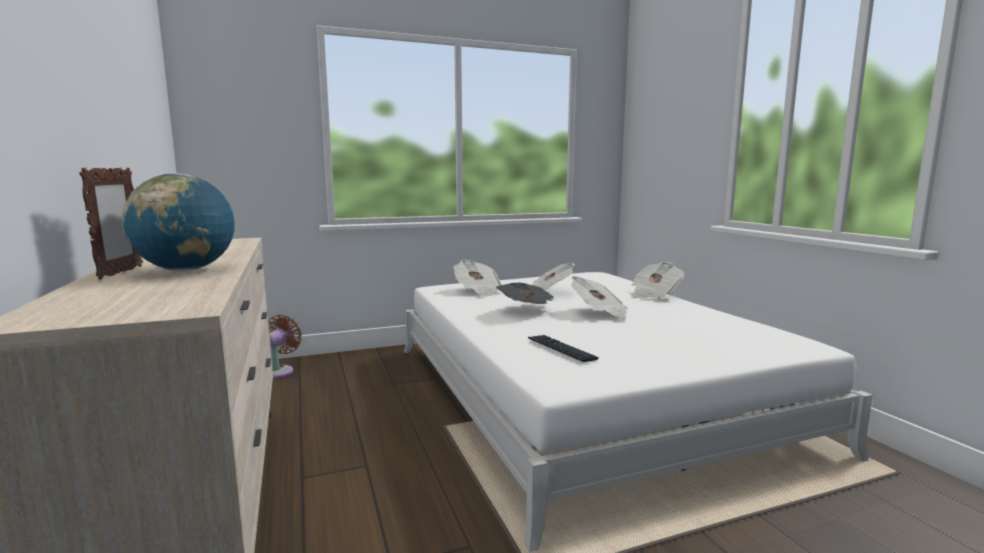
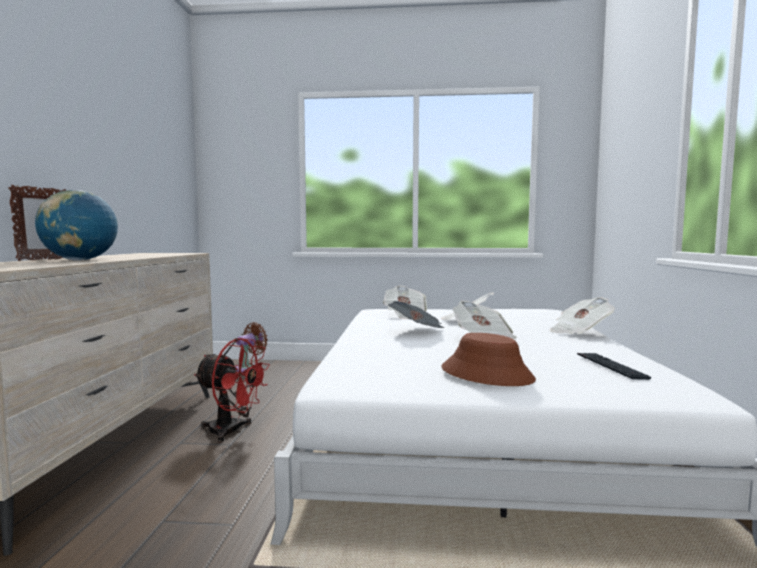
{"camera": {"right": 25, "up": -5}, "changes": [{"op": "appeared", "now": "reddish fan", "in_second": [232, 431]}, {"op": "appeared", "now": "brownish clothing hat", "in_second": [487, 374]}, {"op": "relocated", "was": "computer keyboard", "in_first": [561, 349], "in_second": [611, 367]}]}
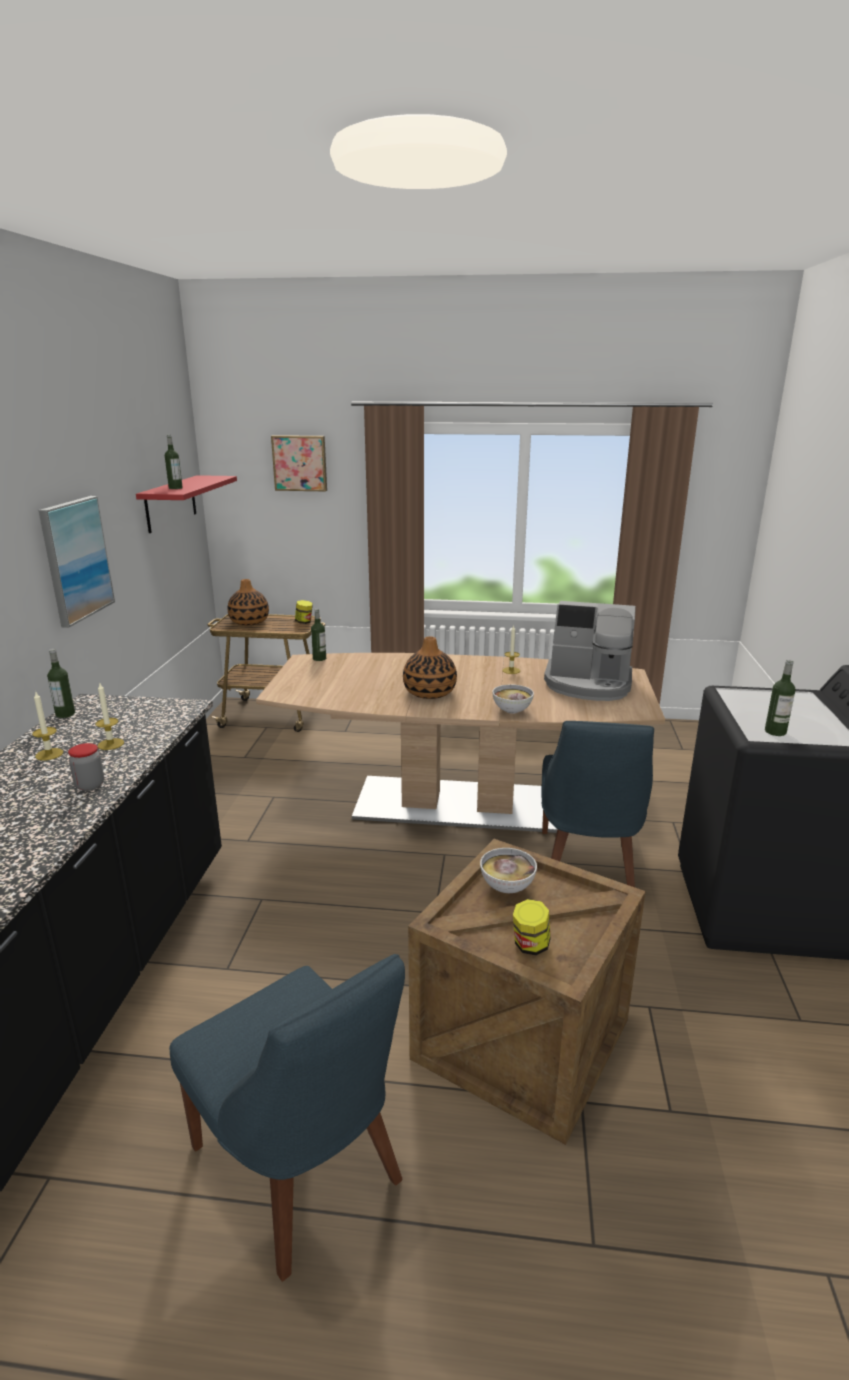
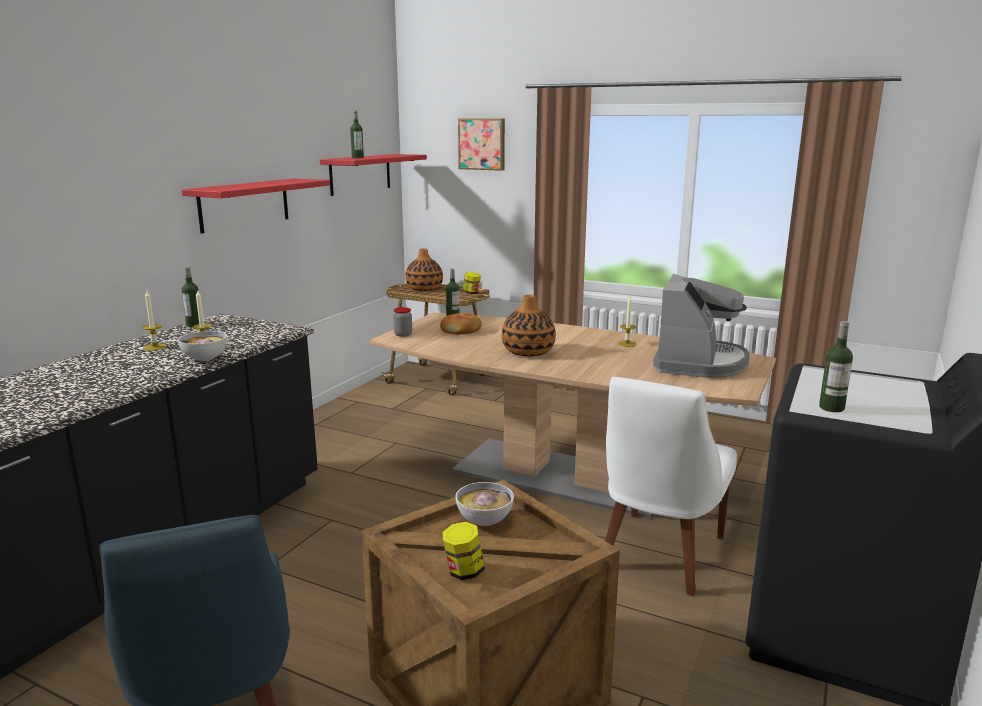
{"camera": {"right": 20, "up": -5}, "changes": [{"op": "appeared", "now": "bread", "in_second": [461, 330]}, {"op": "relocated", "was": "jar", "in_first": [90, 785], "in_second": [403, 334]}, {"op": "relocated", "was": "deep dish", "in_first": [511, 711], "in_second": [204, 359]}, {"op": "exchanged", "was": "picture", "now": "reddish shelf", "in_first": [76, 559], "in_second": [244, 204]}, {"op": "colour", "was": "blue-coloured chair", "now": "whitish chair", "in_first": [586, 868], "in_second": [658, 555]}, {"op": "spun", "was": "coffee machine", "in_first": [588, 684], "in_second": [698, 363], "clockwise": -105}]}
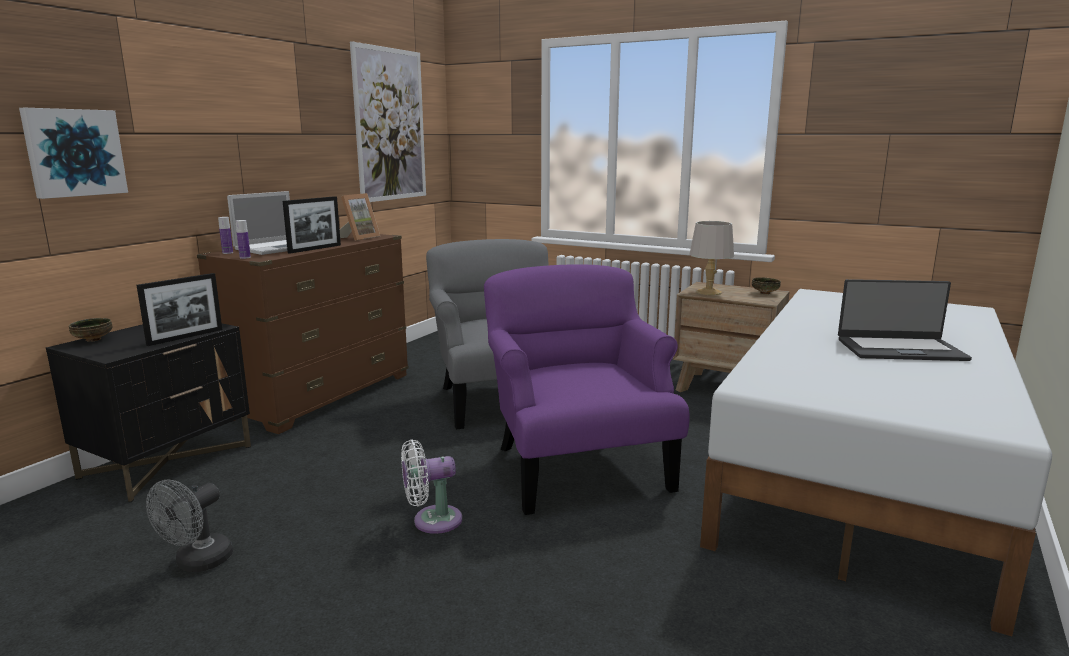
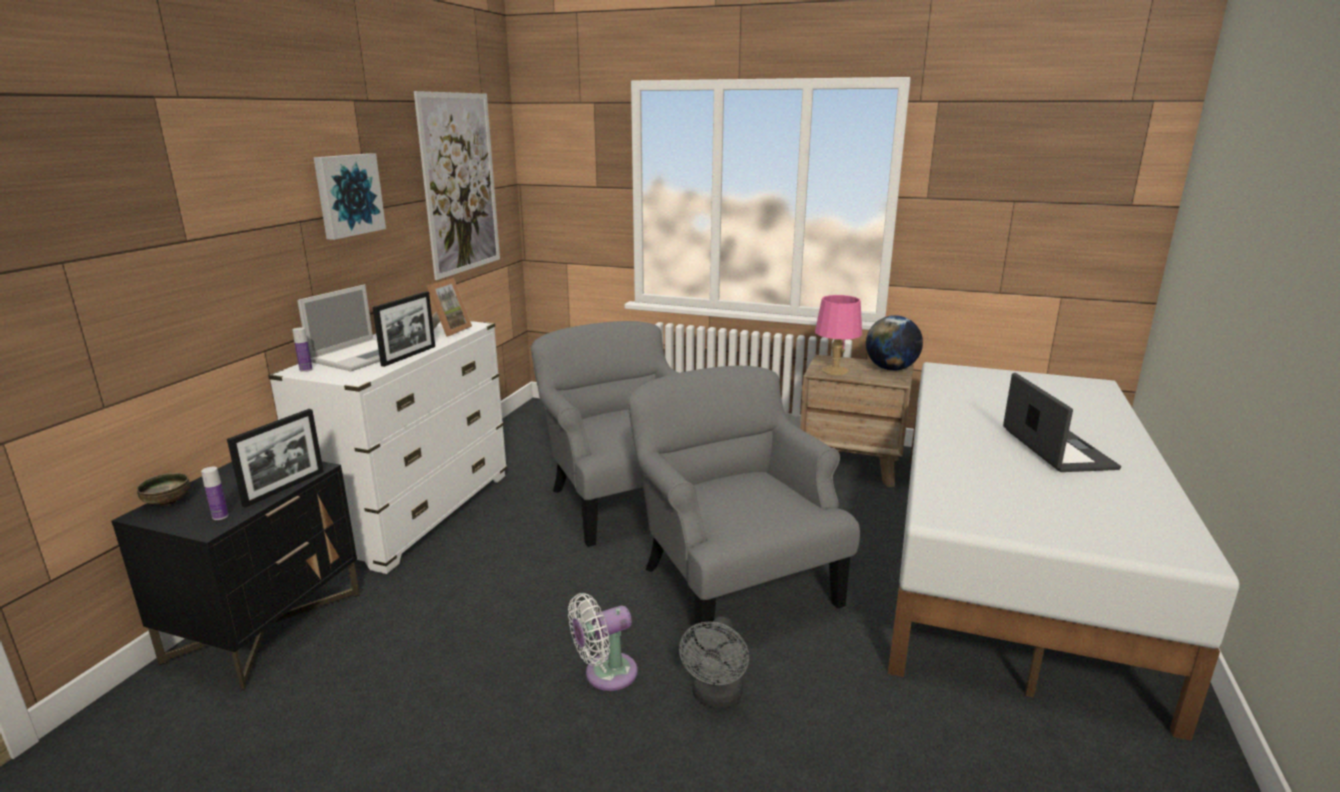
{"camera": {"right": -10, "up": 5}, "changes": [{"op": "relocated", "was": "picture", "in_first": [74, 152], "in_second": [348, 195]}, {"op": "relocated", "was": "gray fan", "in_first": [197, 563], "in_second": [716, 697]}, {"op": "relocated", "was": "drink bottle", "in_first": [245, 257], "in_second": [220, 516]}, {"op": "exchanged", "was": "deep dish", "now": "desk globe", "in_first": [764, 293], "in_second": [891, 369]}, {"op": "colour", "was": "brownish chest of drawers", "now": "whitish chest of drawers", "in_first": [322, 396], "in_second": [416, 513]}, {"op": "colour", "was": "purplish armchair", "now": "gray armchair", "in_first": [577, 466], "in_second": [733, 584]}, {"op": "colour", "was": "gray lamp for a table", "now": "pinkish lamp for a table", "in_first": [709, 292], "in_second": [835, 370]}, {"op": "spun", "was": "notebook computer", "in_first": [899, 349], "in_second": [1056, 449], "clockwise": -90}]}
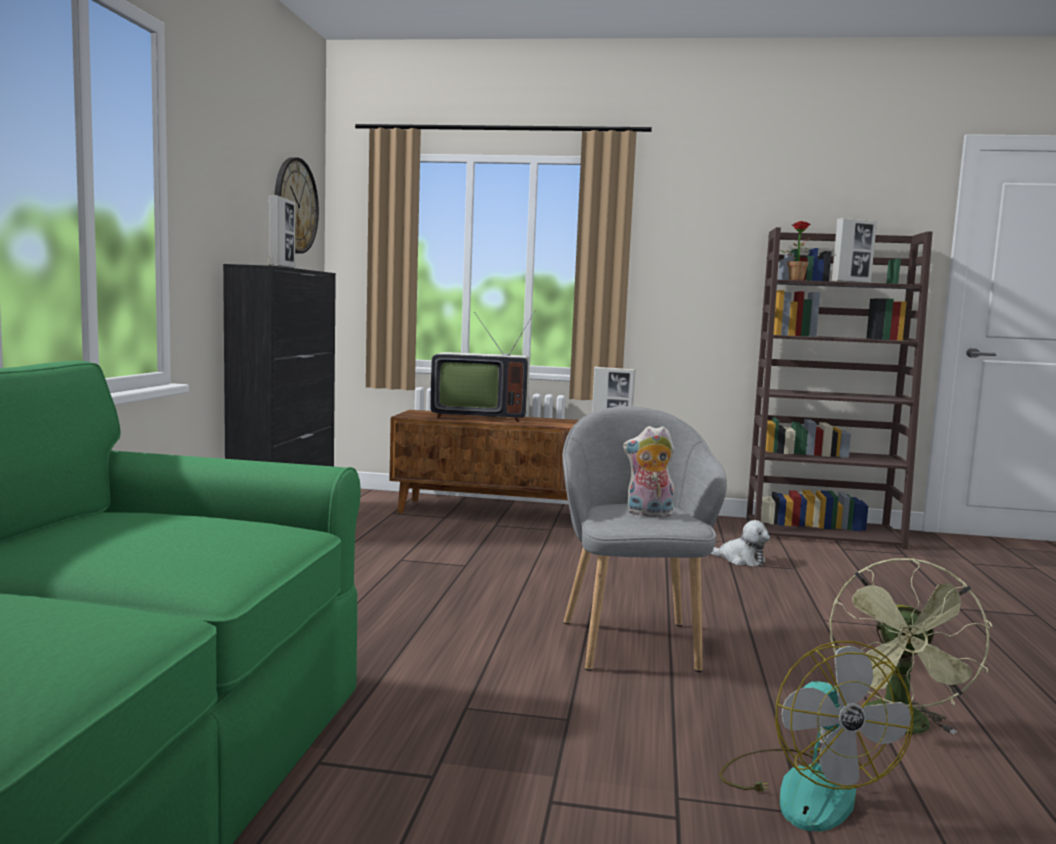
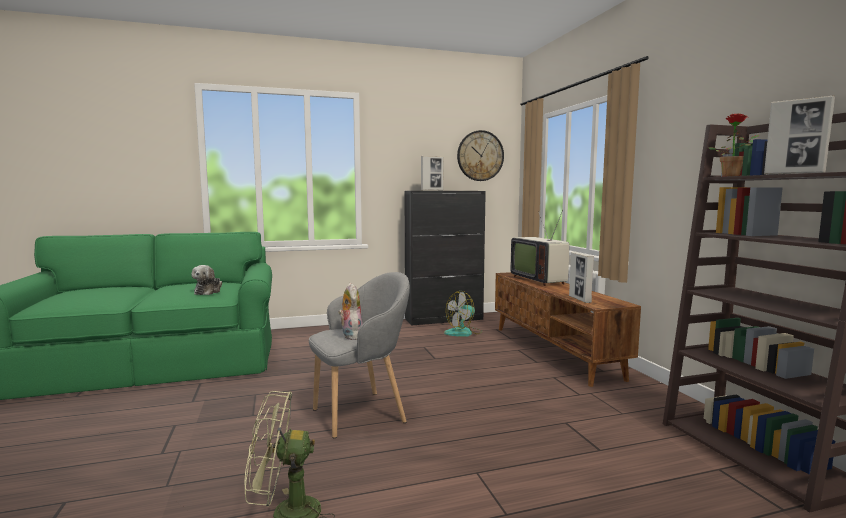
{"camera": {"right": 65, "up": 0}, "changes": [{"op": "relocated", "was": "plush toy", "in_first": [740, 560], "in_second": [208, 291]}, {"op": "relocated", "was": "fan", "in_first": [804, 788], "in_second": [463, 332]}]}
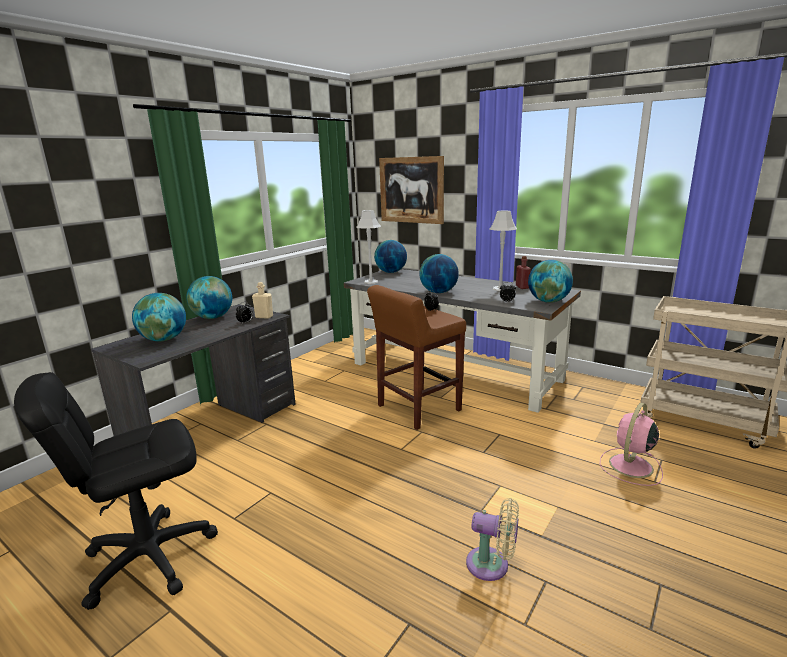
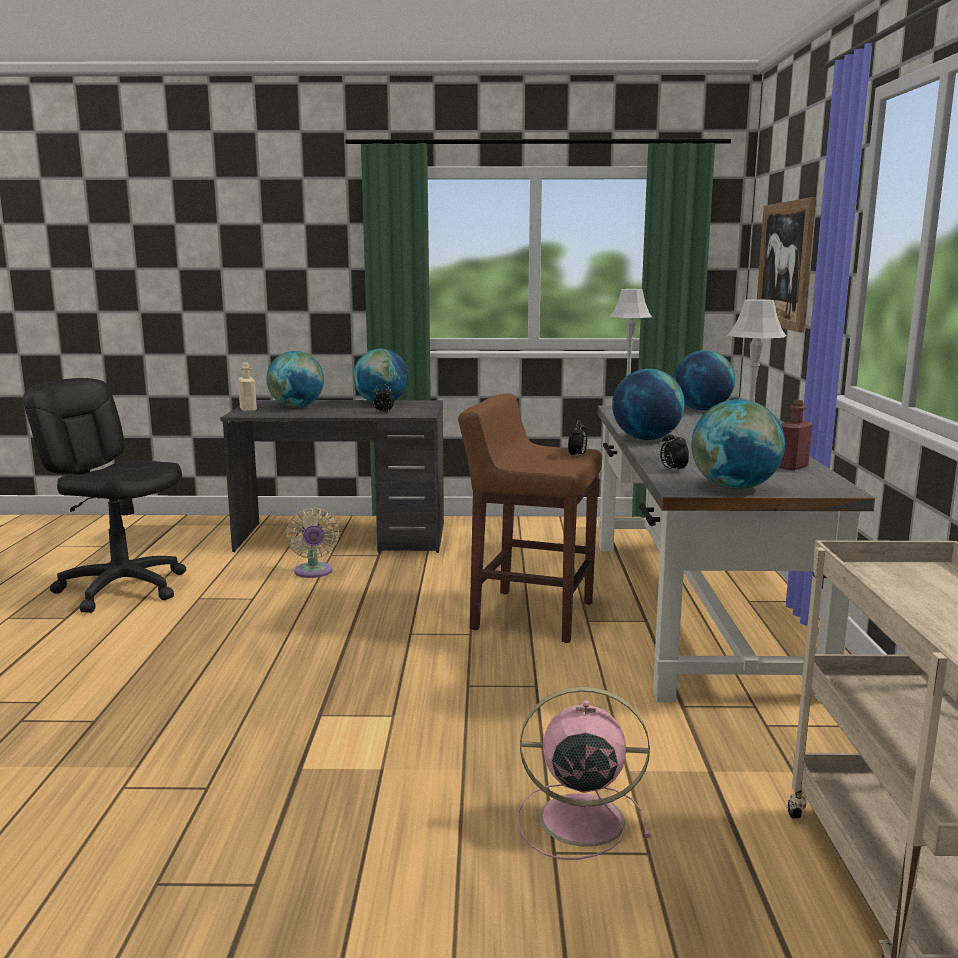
{"camera": {"right": 55, "up": -5}, "changes": [{"op": "relocated", "was": "sand-coloured drink bottle", "in_first": [264, 317], "in_second": [248, 410]}, {"op": "relocated", "was": "sand-coloured fan", "in_first": [492, 565], "in_second": [313, 572]}]}
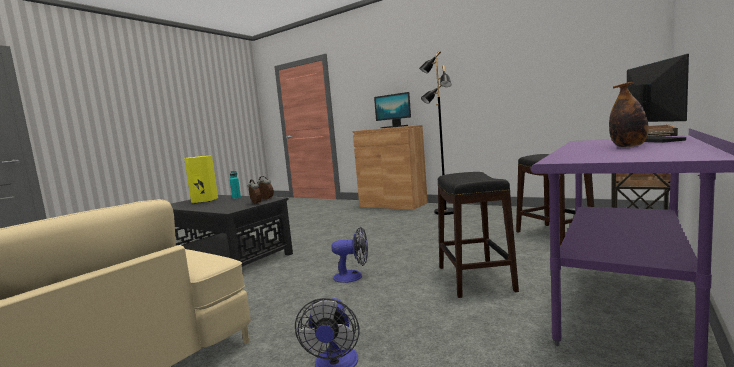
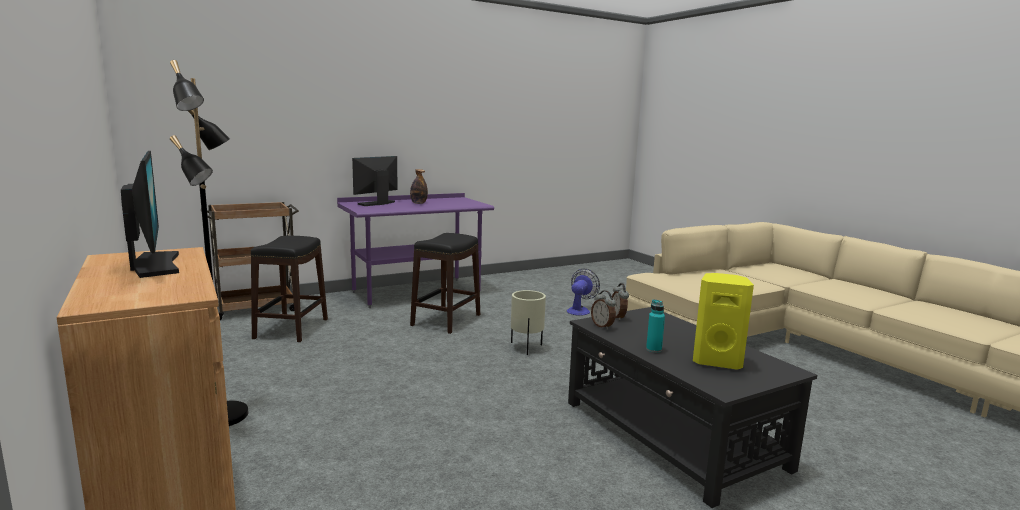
{"camera": {"right": -155, "up": 5}, "changes": [{"op": "exchanged", "was": "fan", "now": "sand-coloured plant pot", "in_first": [353, 276], "in_second": [526, 348]}]}
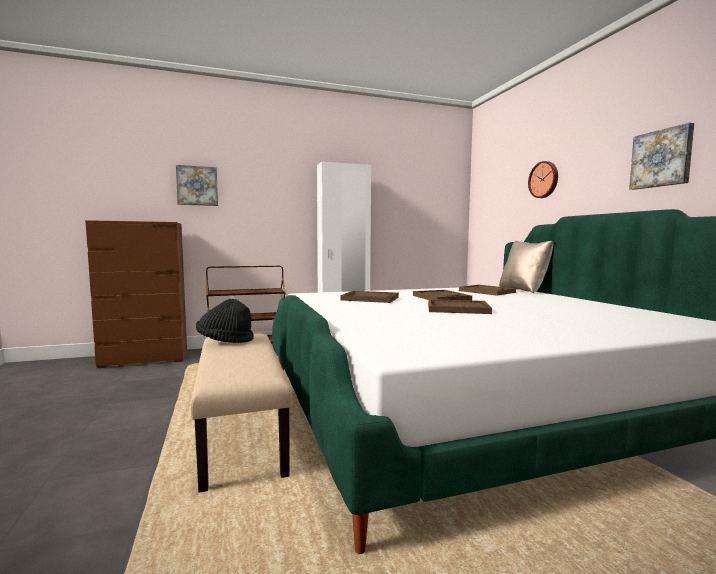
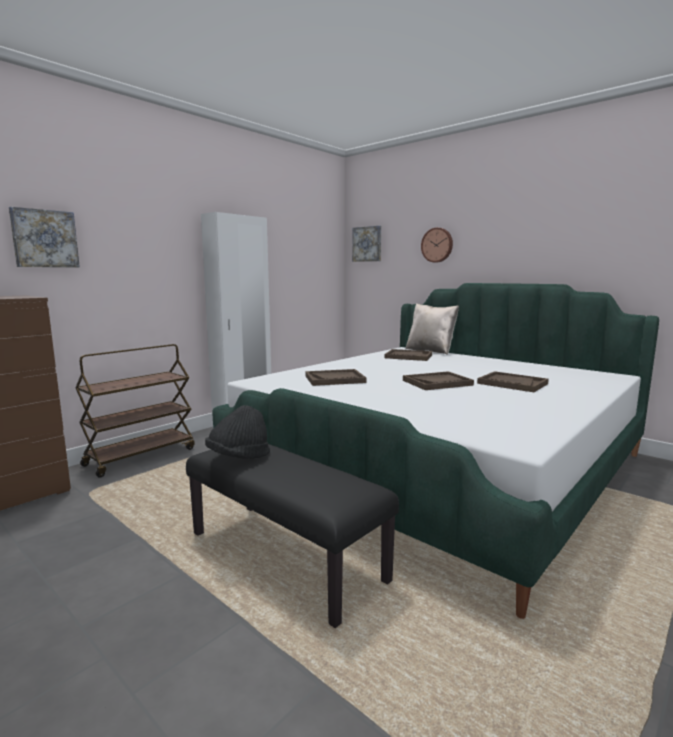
{"camera": {"right": -30, "up": 5}, "changes": [{"op": "relocated", "was": "brownish tray", "in_first": [441, 298], "in_second": [512, 383]}, {"op": "relocated", "was": "picture", "in_first": [662, 158], "in_second": [367, 244]}, {"op": "colour", "was": "sand-coloured indoor bench", "now": "black-coloured indoor bench", "in_first": [242, 433], "in_second": [286, 556]}]}
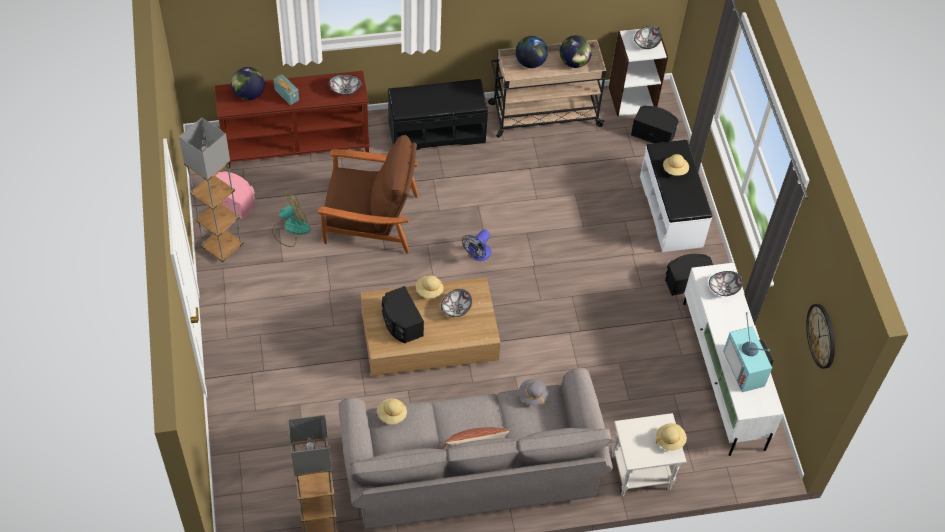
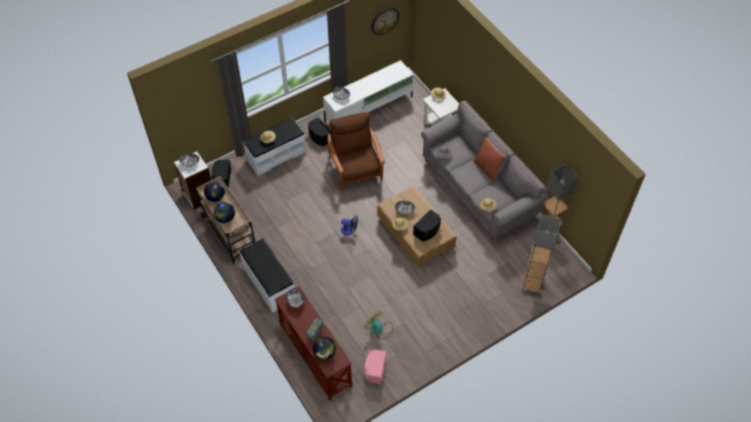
{"camera": {"right": -110, "up": 0}, "changes": [{"op": "missing", "was": "TV", "in_first": [746, 368]}, {"op": "relocated", "was": "gray standing lamp", "in_first": [222, 247], "in_second": [532, 285]}, {"op": "relocated", "was": "brownish armchair", "in_first": [370, 219], "in_second": [355, 168]}, {"op": "colour", "was": "black-coloured indoor bench", "now": "whitish indoor bench", "in_first": [436, 131], "in_second": [268, 283]}]}
